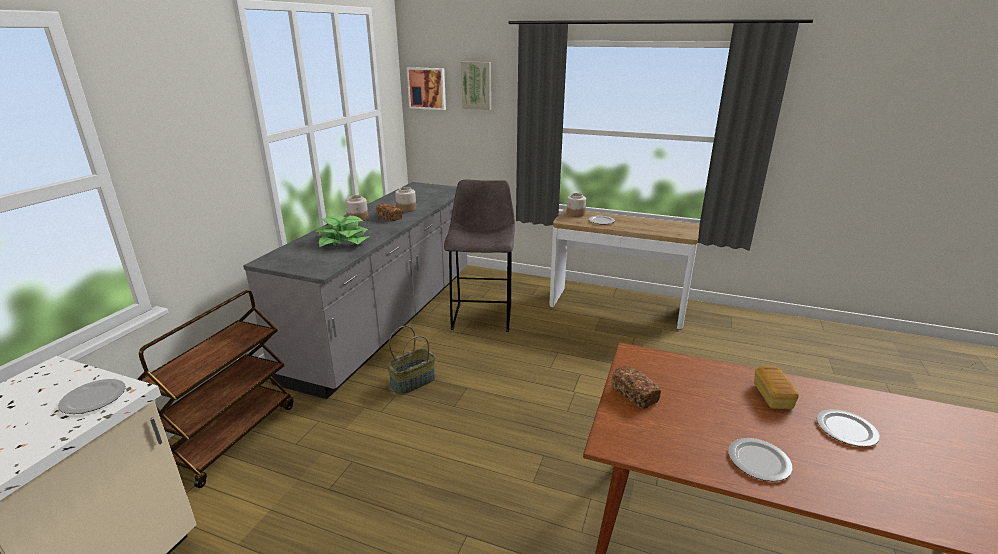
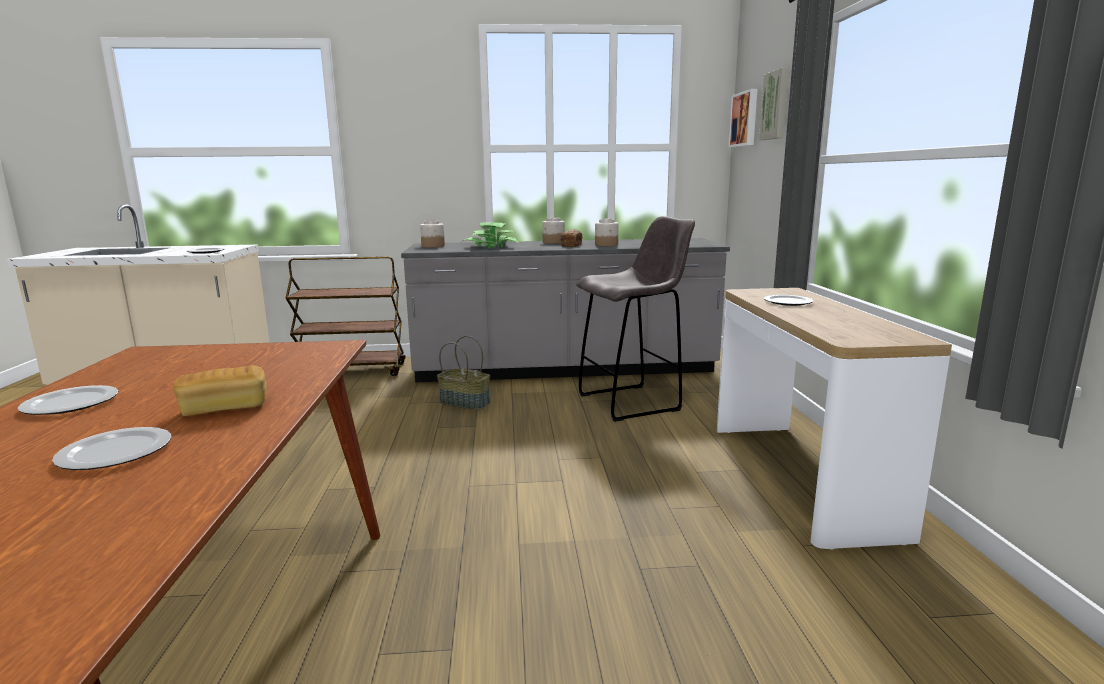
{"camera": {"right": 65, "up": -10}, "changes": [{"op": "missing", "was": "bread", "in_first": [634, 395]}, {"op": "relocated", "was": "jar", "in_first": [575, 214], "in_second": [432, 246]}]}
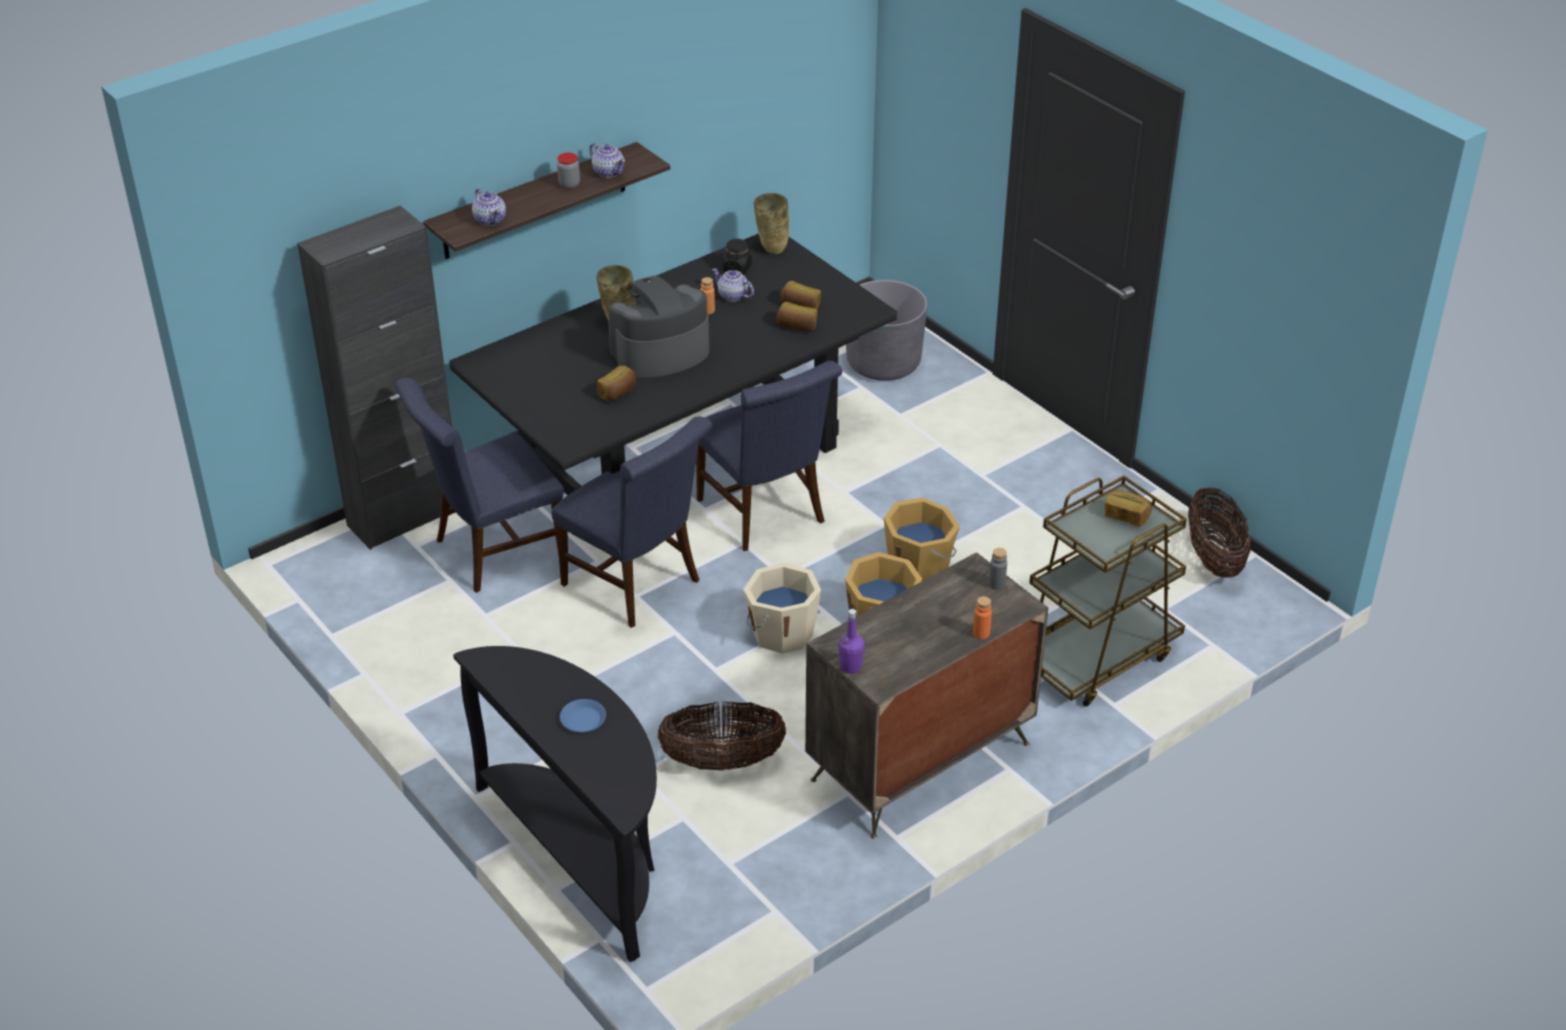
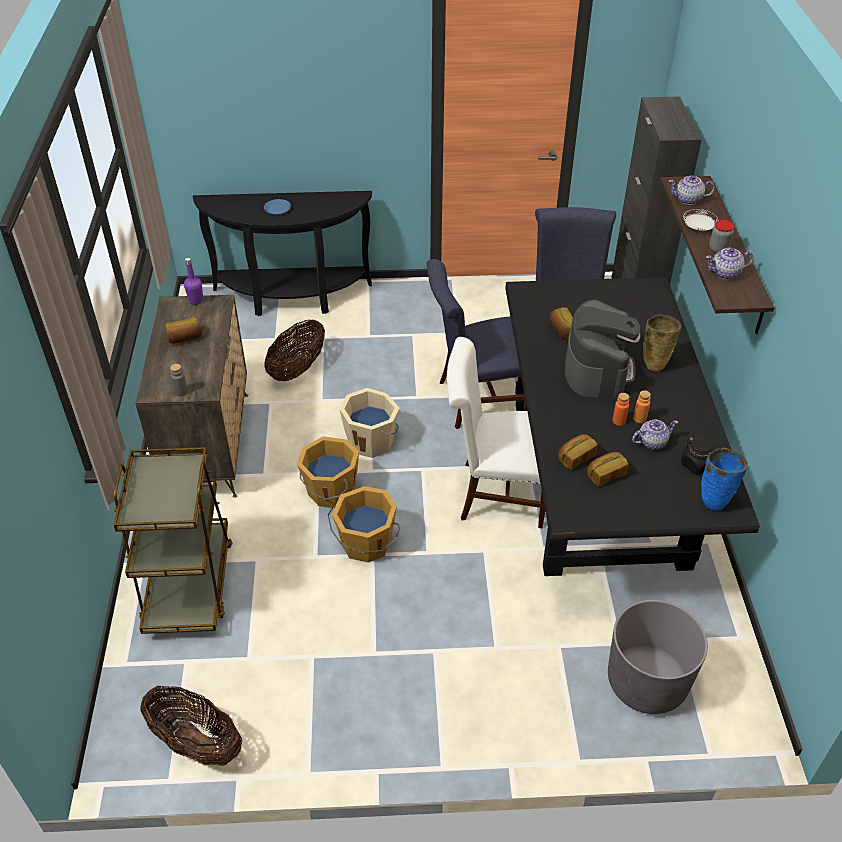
{"camera": {"right": 125, "up": 5}, "changes": [{"op": "appeared", "now": "whitish plate", "in_second": [698, 228]}, {"op": "relocated", "was": "orange-coloured drink bottle", "in_first": [981, 633], "in_second": [619, 421]}, {"op": "relocated", "was": "bread", "in_first": [1126, 516], "in_second": [185, 338]}, {"op": "colour", "was": "blue-coloured chair", "now": "whitish chair", "in_first": [765, 514], "in_second": [495, 493]}, {"op": "colour", "was": "sand-coloured decorative vase", "now": "blue-coloured decorative vase", "in_first": [771, 250], "in_second": [715, 502]}]}
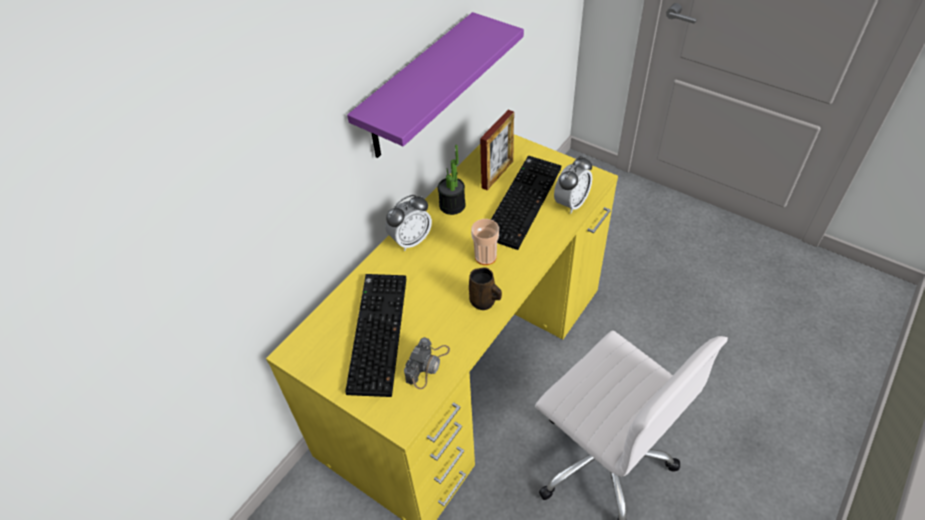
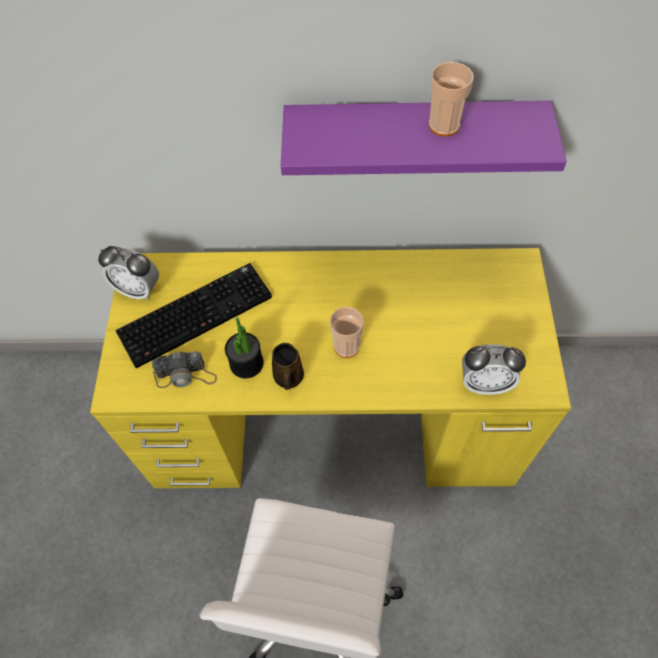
{"camera": {"right": 55, "up": 10}, "changes": [{"op": "missing", "was": "picture frame", "in_first": [497, 174]}, {"op": "missing", "was": "computer keyboard", "in_first": [521, 200]}, {"op": "appeared", "now": "cup", "in_second": [444, 125]}, {"op": "relocated", "was": "table clock", "in_first": [410, 240], "in_second": [138, 289]}, {"op": "relocated", "was": "plant in a pot", "in_first": [452, 205], "in_second": [246, 363]}]}
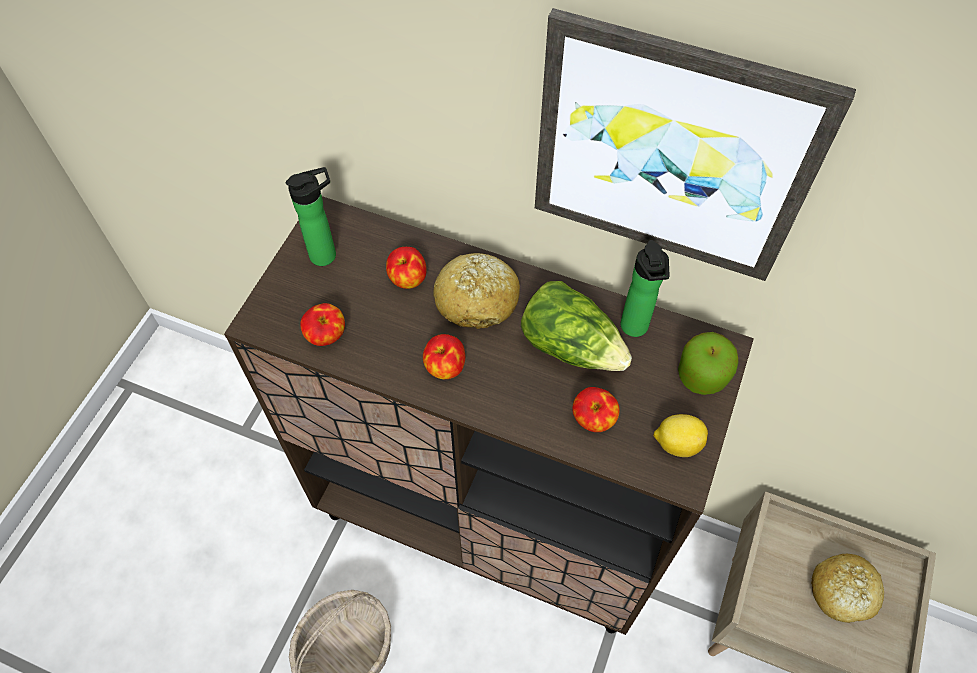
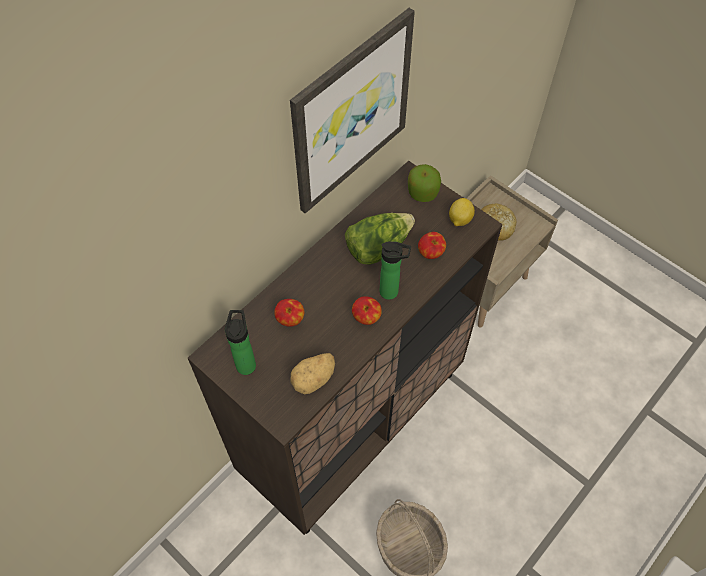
{"camera": {"right": -70, "up": 0}, "changes": [{"op": "missing", "was": "bread", "in_first": [477, 300]}, {"op": "relocated", "was": "drink bottle", "in_first": [635, 329], "in_second": [392, 292]}, {"op": "exchanged", "was": "apple fruit", "now": "potato", "in_first": [326, 336], "in_second": [314, 379]}]}
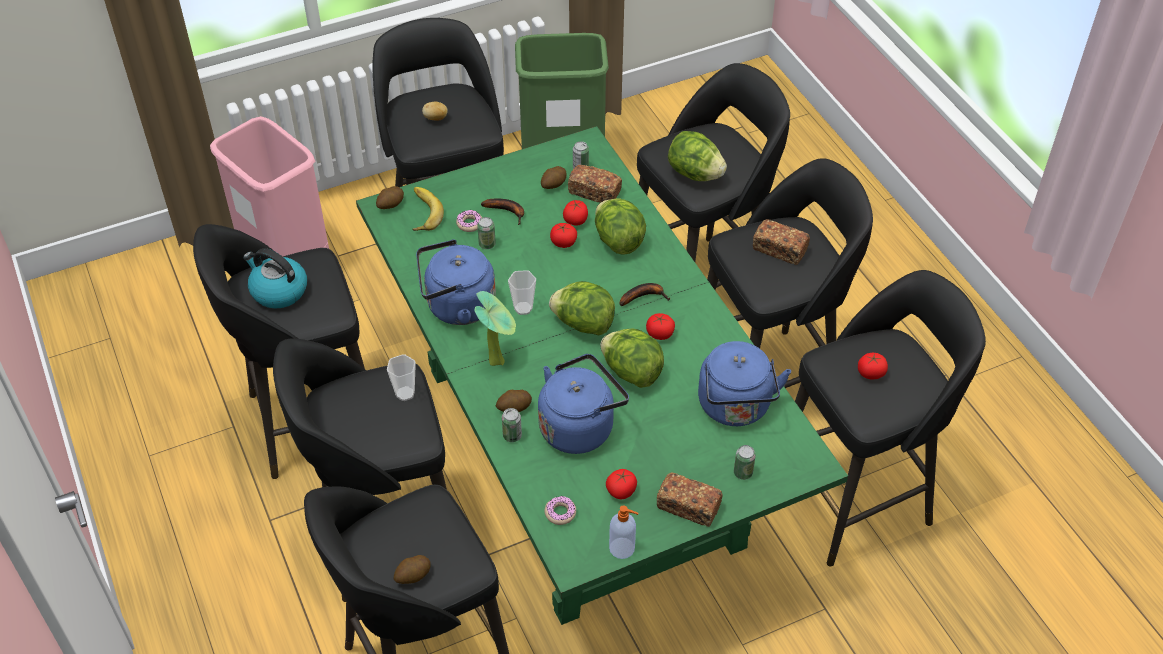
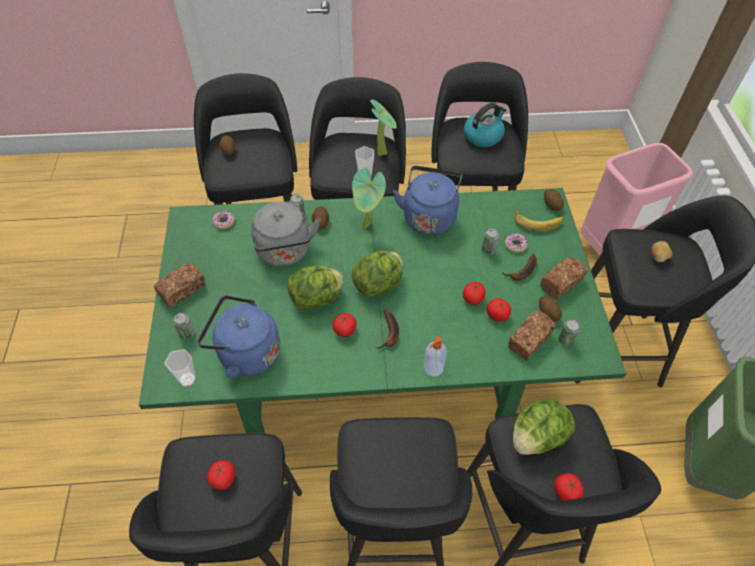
{"camera": {"right": 110, "up": 5}, "changes": [{"op": "missing", "was": "lettuce head", "in_first": [618, 240]}, {"op": "appeared", "now": "plant in a pot", "in_second": [383, 152]}, {"op": "relocated", "was": "cup", "in_first": [523, 308], "in_second": [187, 379]}, {"op": "relocated", "was": "whole tomato", "in_first": [621, 491], "in_second": [565, 492]}, {"op": "relocated", "was": "soap bottle", "in_first": [623, 548], "in_second": [432, 368]}, {"op": "relocated", "was": "bread", "in_first": [779, 250], "in_second": [561, 283]}, {"op": "colour", "was": "blue-coloured water kettle", "now": "gray water kettle", "in_first": [580, 426], "in_second": [285, 252]}]}
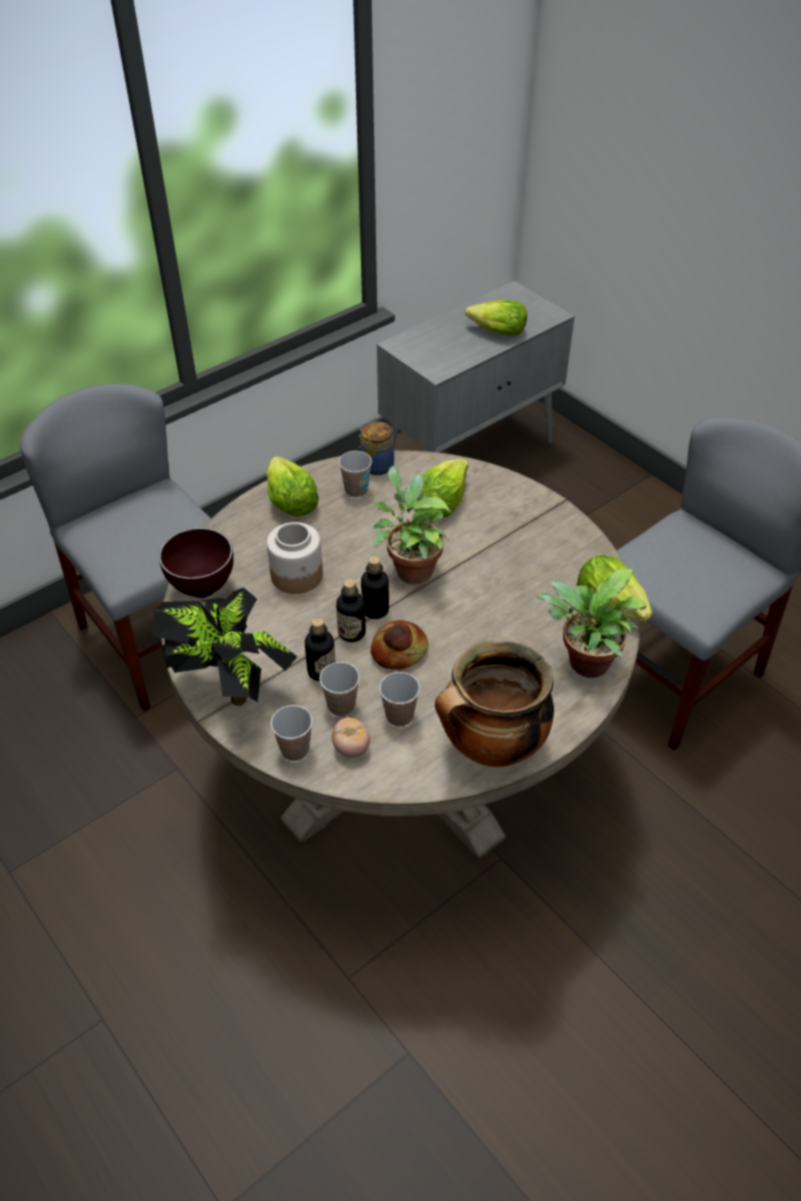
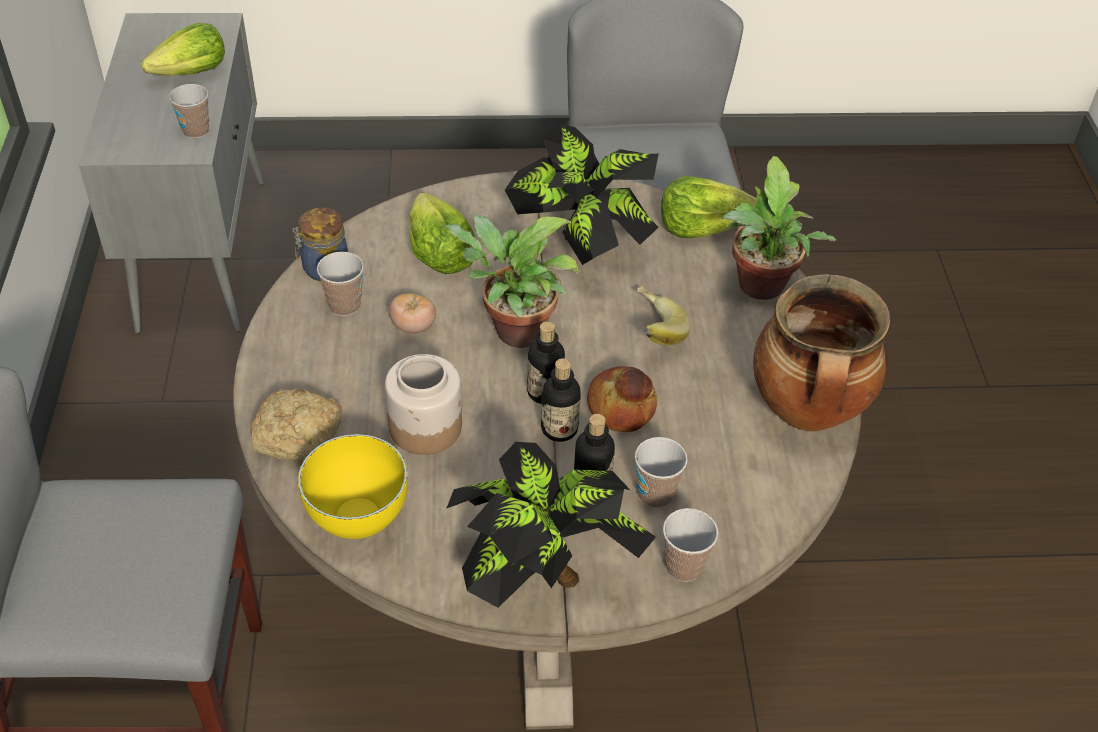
{"camera": {"right": -55, "up": 0}, "changes": [{"op": "missing", "was": "lettuce head", "in_first": [290, 501]}, {"op": "appeared", "now": "bread", "in_second": [300, 438]}, {"op": "appeared", "now": "plant in a pot", "in_second": [582, 248]}, {"op": "appeared", "now": "whole banana", "in_second": [651, 333]}, {"op": "relocated", "was": "whole tomato", "in_first": [351, 747], "in_second": [413, 327]}, {"op": "relocated", "was": "cup", "in_first": [399, 716], "in_second": [196, 131]}, {"op": "colour", "was": "brownish deep dish", "now": "yellowish deep dish", "in_first": [203, 590], "in_second": [361, 523]}]}
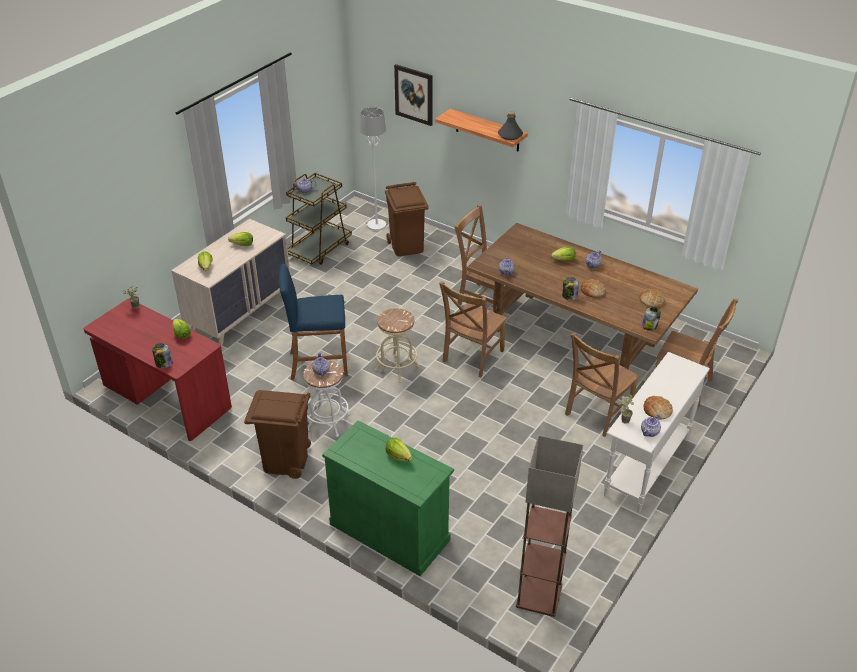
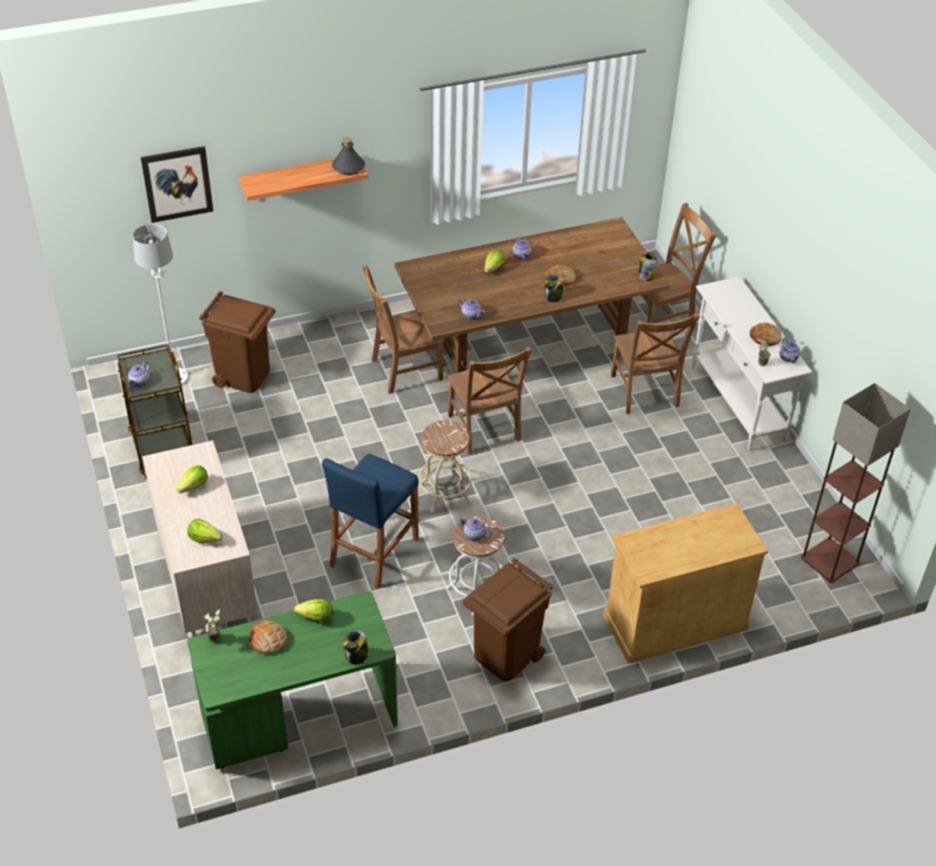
{"camera": {"right": -55, "up": 5}, "changes": [{"op": "missing", "was": "lettuce head", "in_first": [398, 456]}, {"op": "relocated", "was": "bread", "in_first": [651, 300], "in_second": [267, 639]}, {"op": "colour", "was": "reddish desk unit", "now": "green-coloured desk unit", "in_first": [165, 398], "in_second": [299, 718]}, {"op": "colour", "was": "green-coloured storage cabinet", "now": "sand-coloured storage cabinet", "in_first": [390, 531], "in_second": [674, 622]}]}
